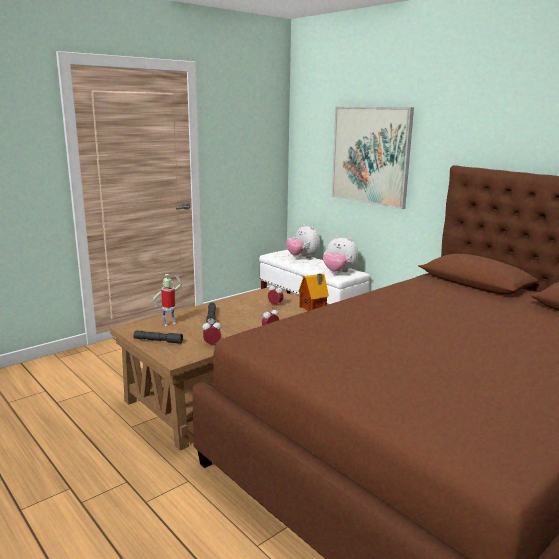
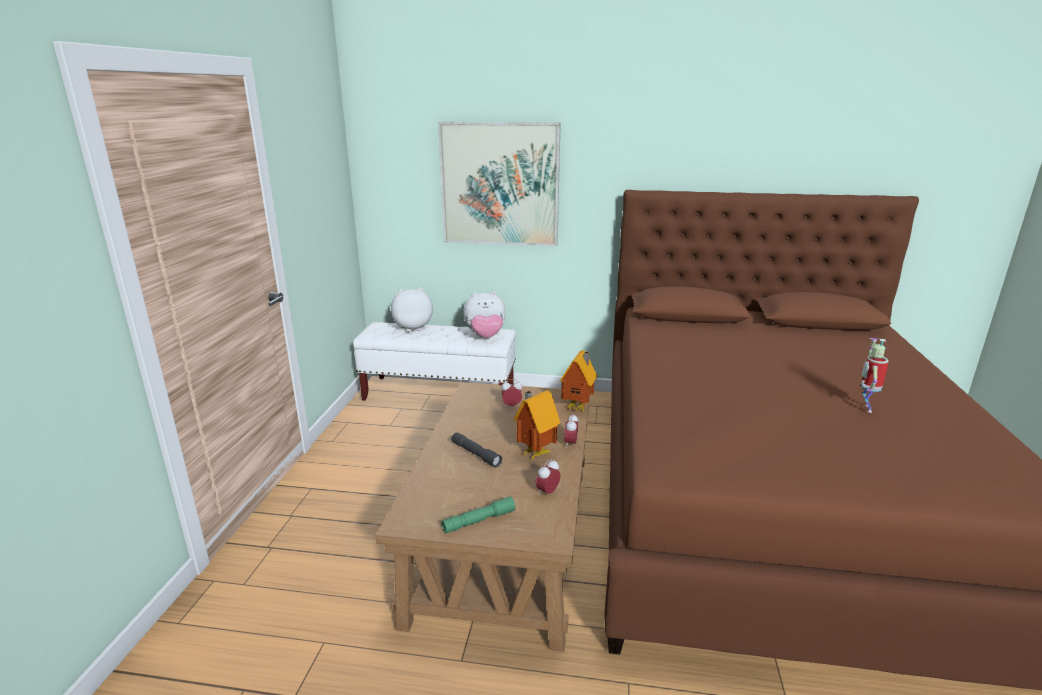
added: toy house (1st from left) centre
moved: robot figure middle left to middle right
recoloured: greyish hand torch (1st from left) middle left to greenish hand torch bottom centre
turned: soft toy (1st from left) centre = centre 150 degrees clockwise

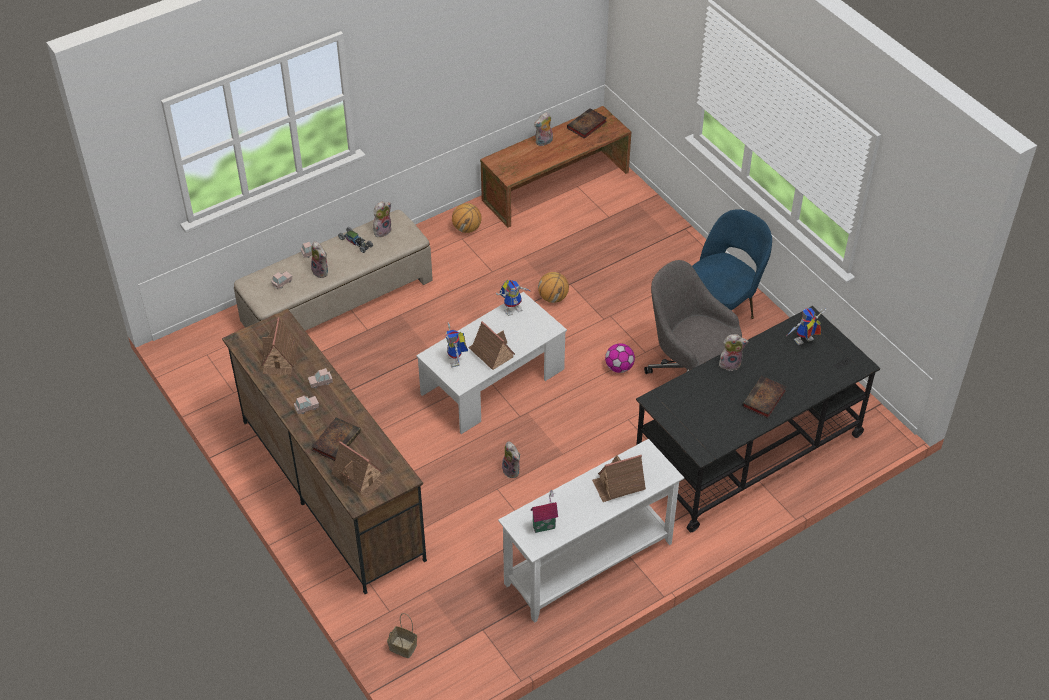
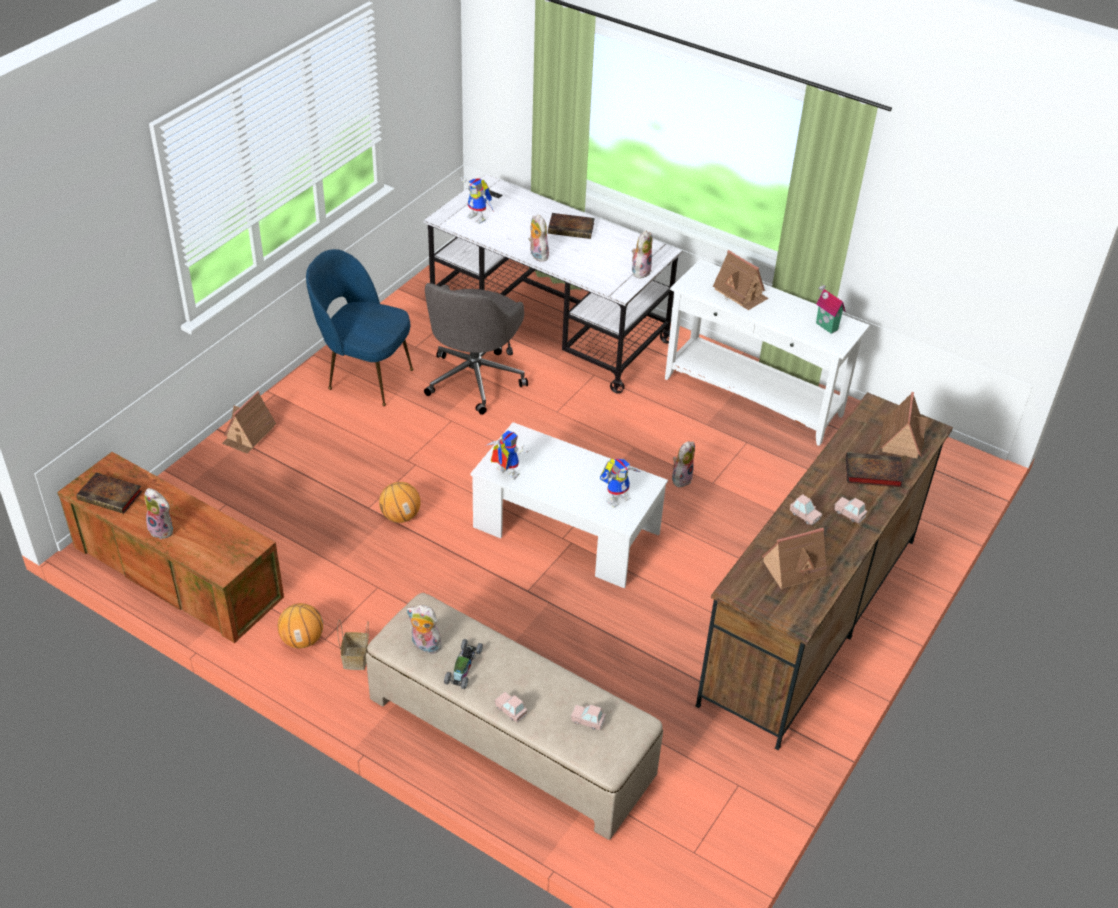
removed: football centre
moved: soft toy (1st from left in the first image) middle left to soft toy (4th from left) top centre; basket bottom centre to bottom left; toy house (3rd from left in the first image) centre to toy house (1st from left) middle left
recoloured: black desk middle right to whitish desk top centre

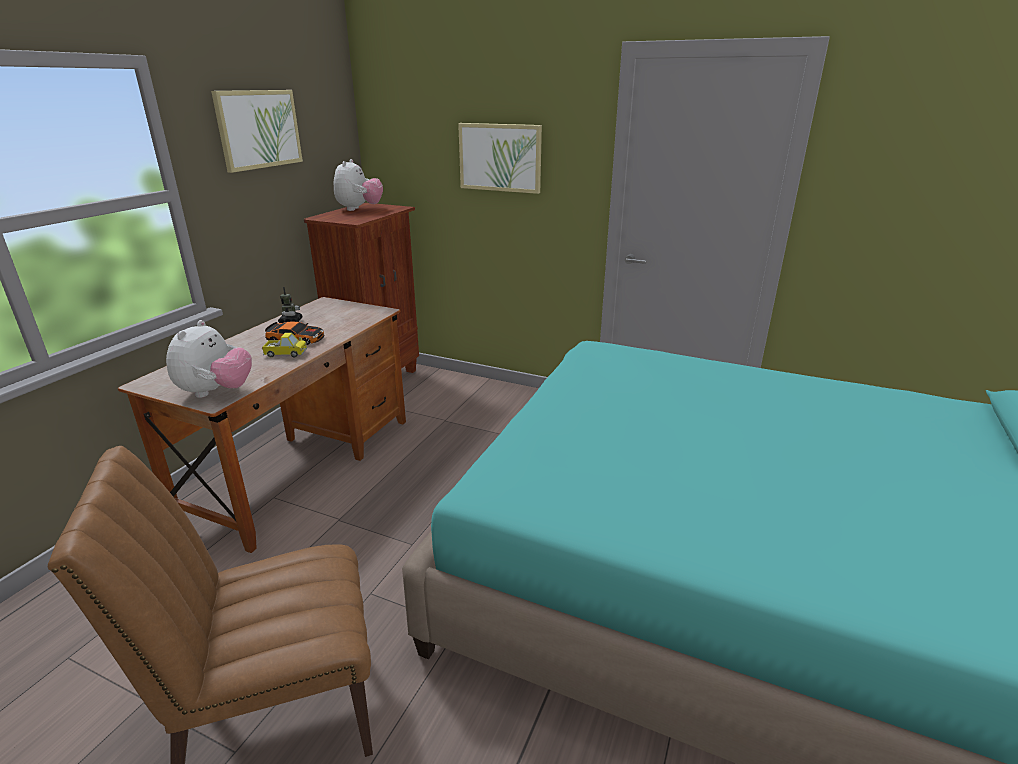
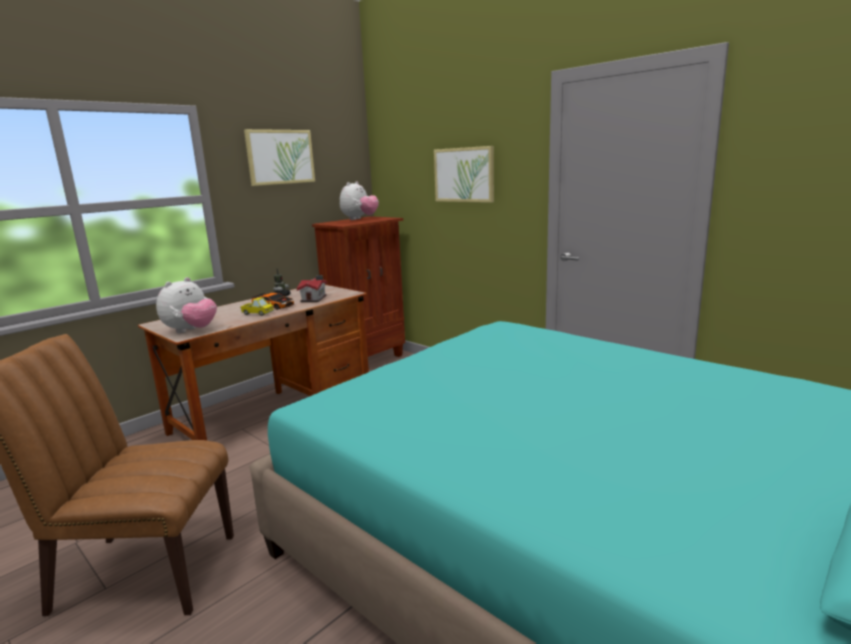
added: toy house centre

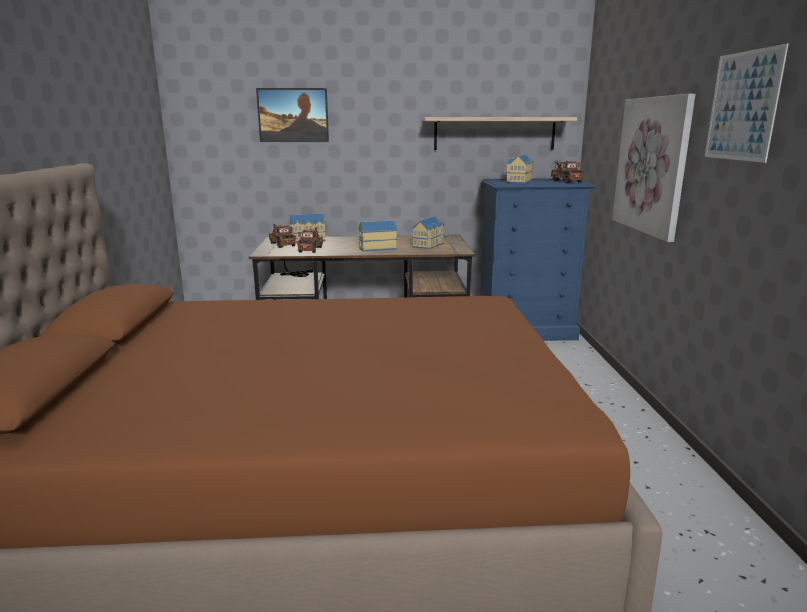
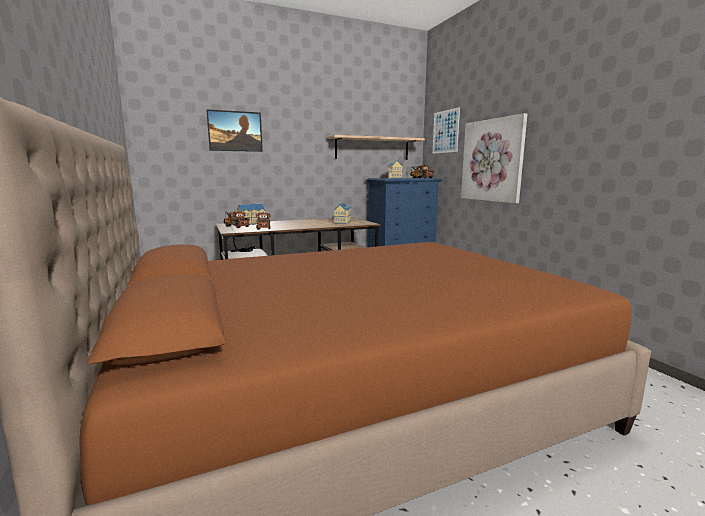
removed: toy house (2nd from left) centre
moved: wall art (3rd from left in the first image) top right to wall art (2nd from left) top centre

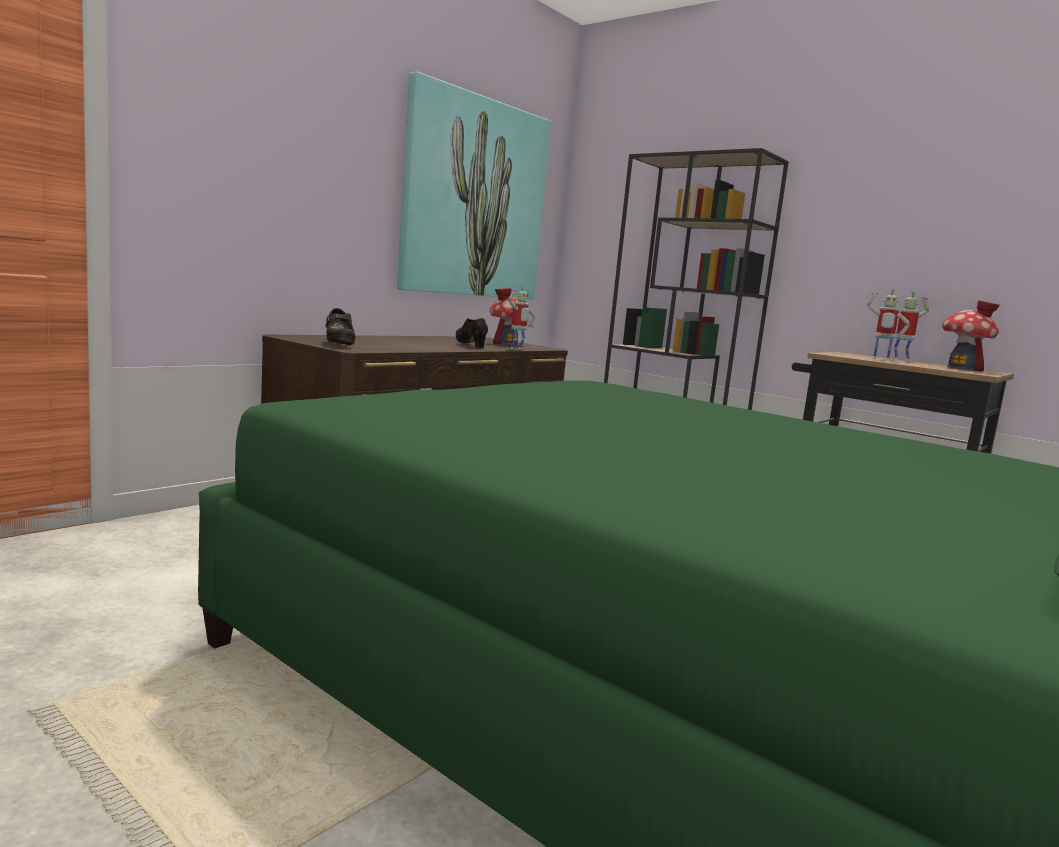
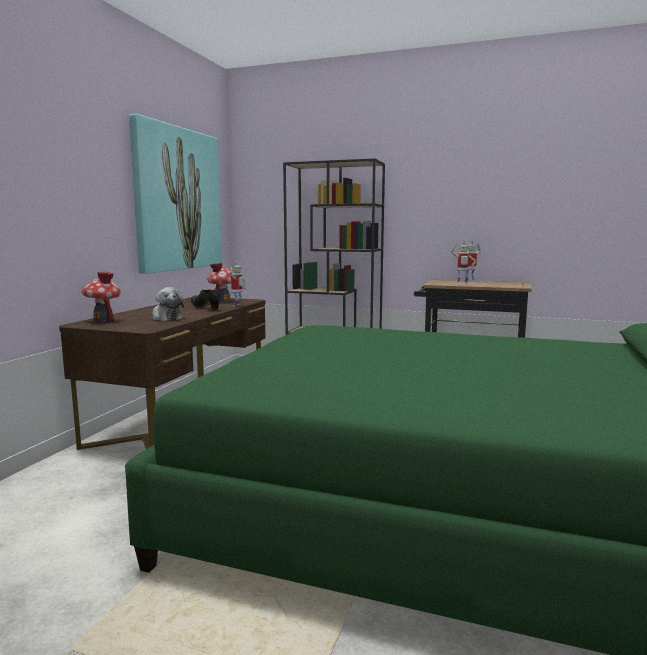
removed: black shoe (1st from left) middle left
added: soft toy middle left
moved: toy house (2nd from left in the first image) middle right to toy house (1st from left) middle left

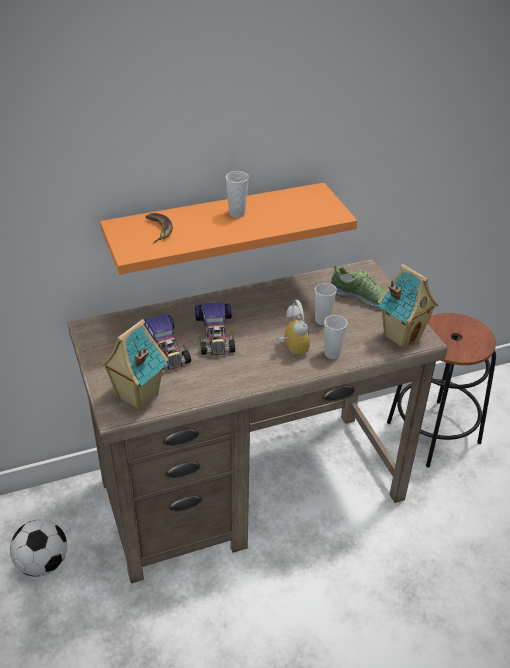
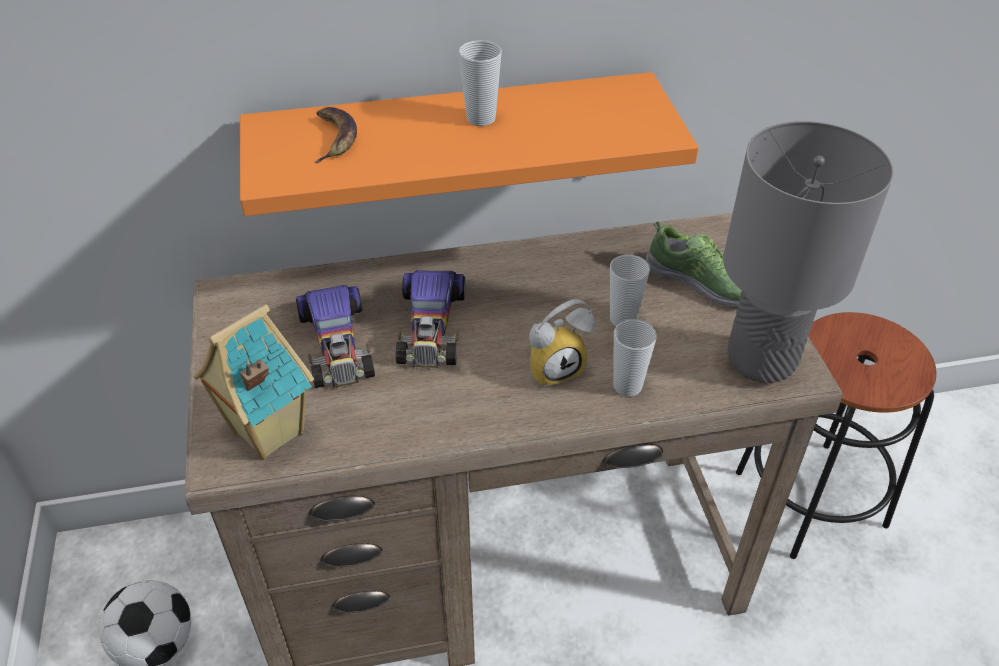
replaced: toy house (2nd from left) middle right to greyish lamp for a table middle right
turned: table clock centre = centre 75 degrees clockwise

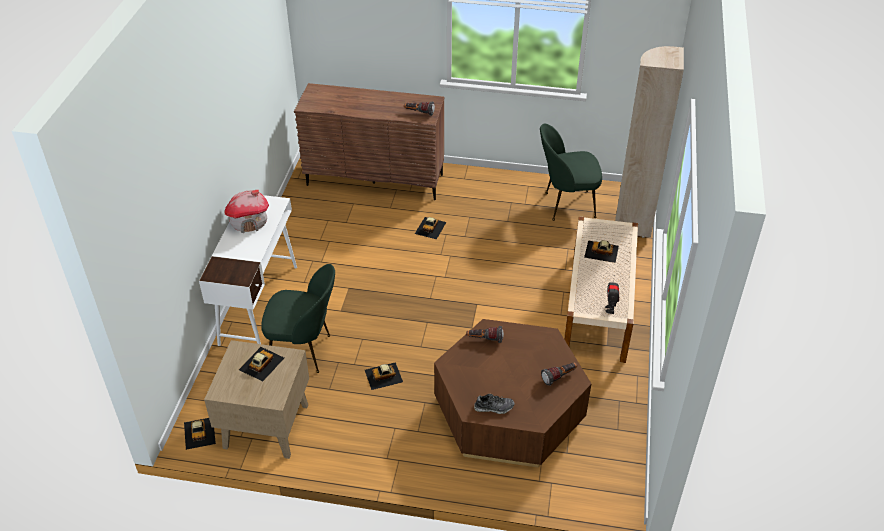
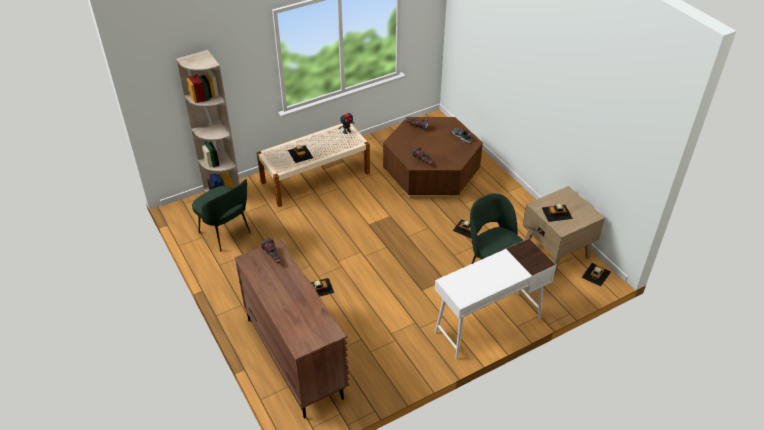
removed: toy house middle left

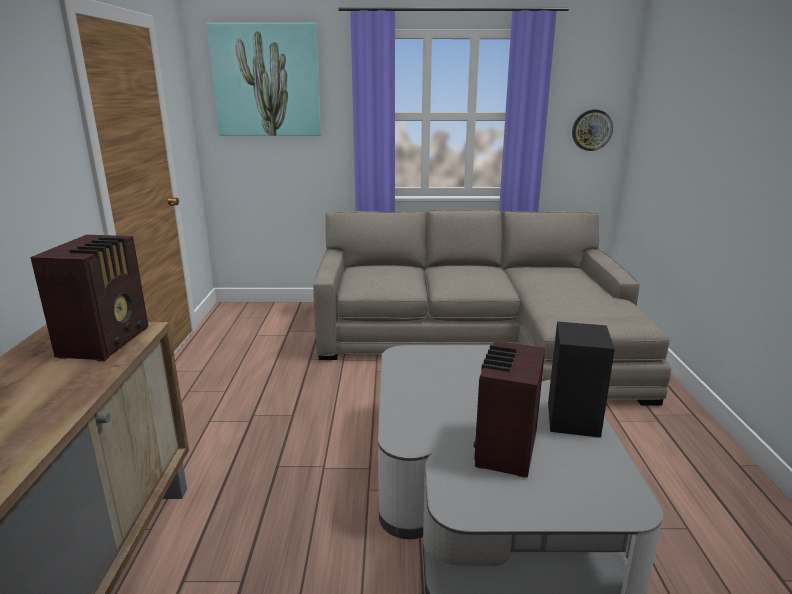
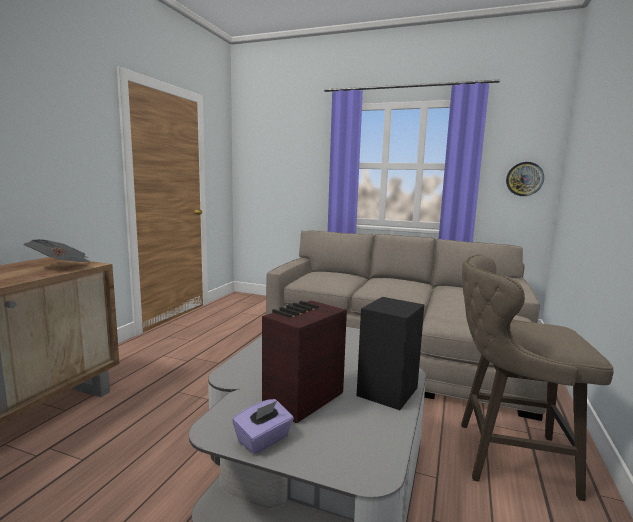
removed: wall art top centre
added: purple-coloured tissue holder bottom centre; beige sitting stool bottom right
replaced: radio set (1st from left) middle left to printed paper middle left

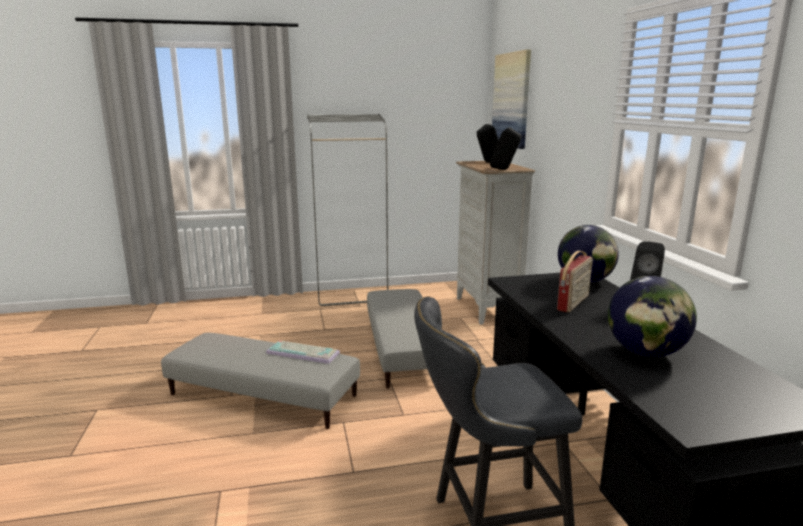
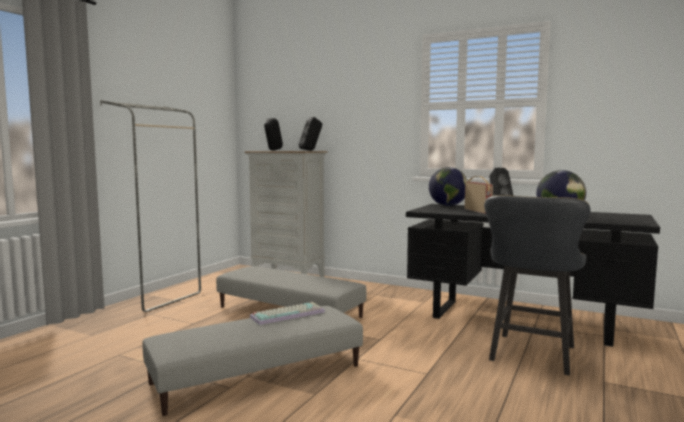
removed: wall art top centre

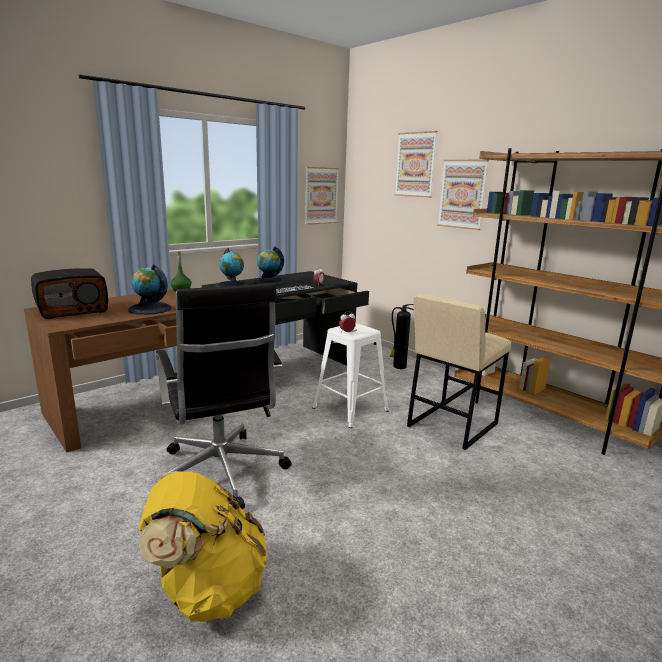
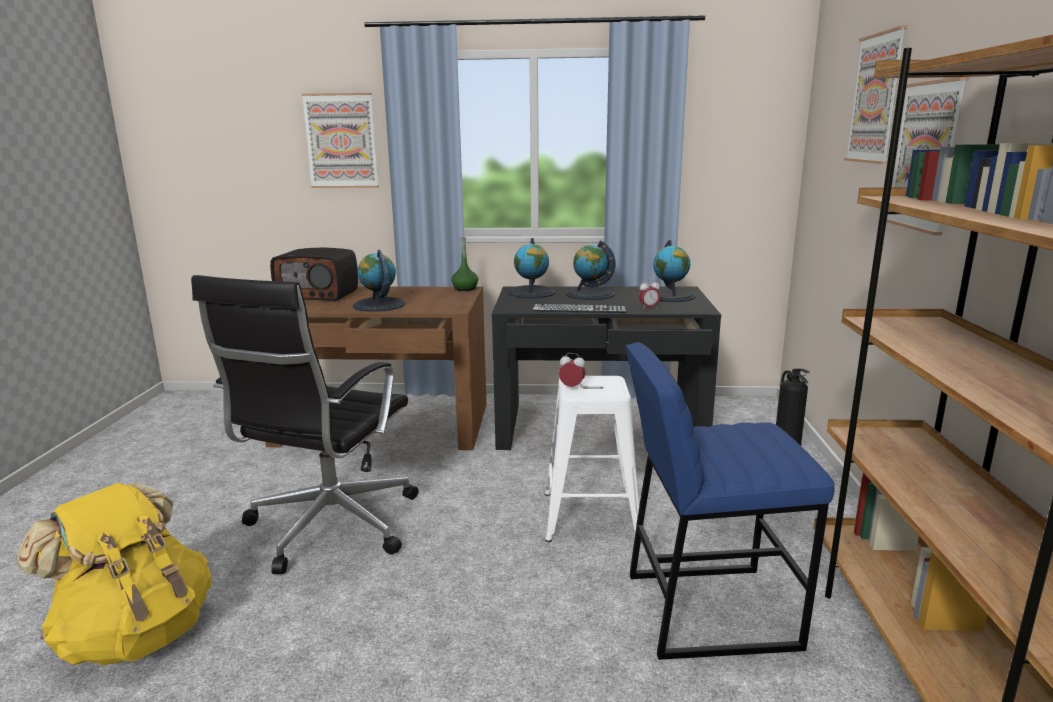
added: world globe (4th from left) centre
moved: wall art (1st from left) top centre to top left
recoloured: beige plain chair middle right to blue-coloured plain chair bottom right

